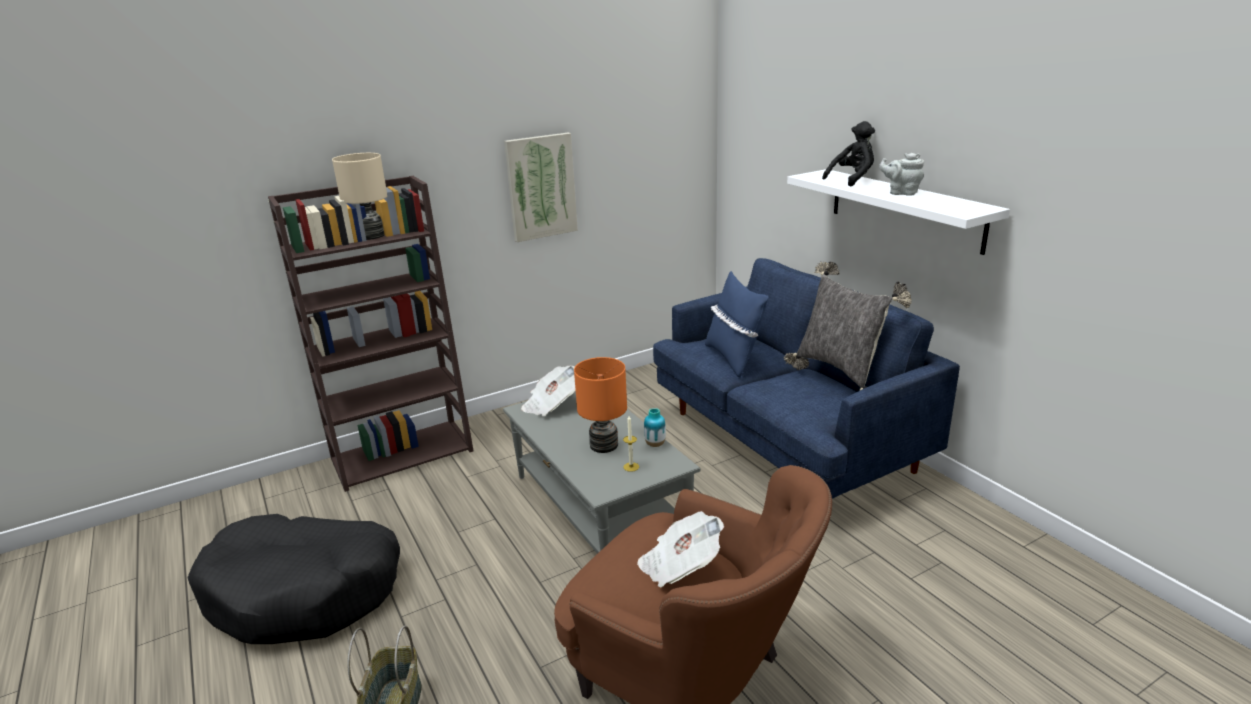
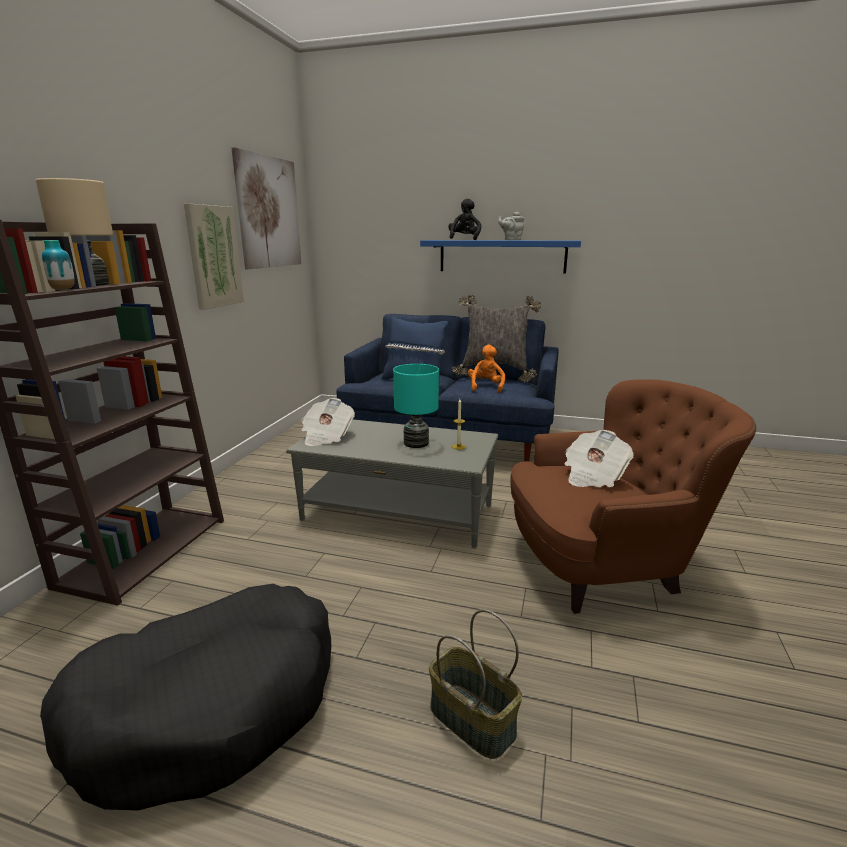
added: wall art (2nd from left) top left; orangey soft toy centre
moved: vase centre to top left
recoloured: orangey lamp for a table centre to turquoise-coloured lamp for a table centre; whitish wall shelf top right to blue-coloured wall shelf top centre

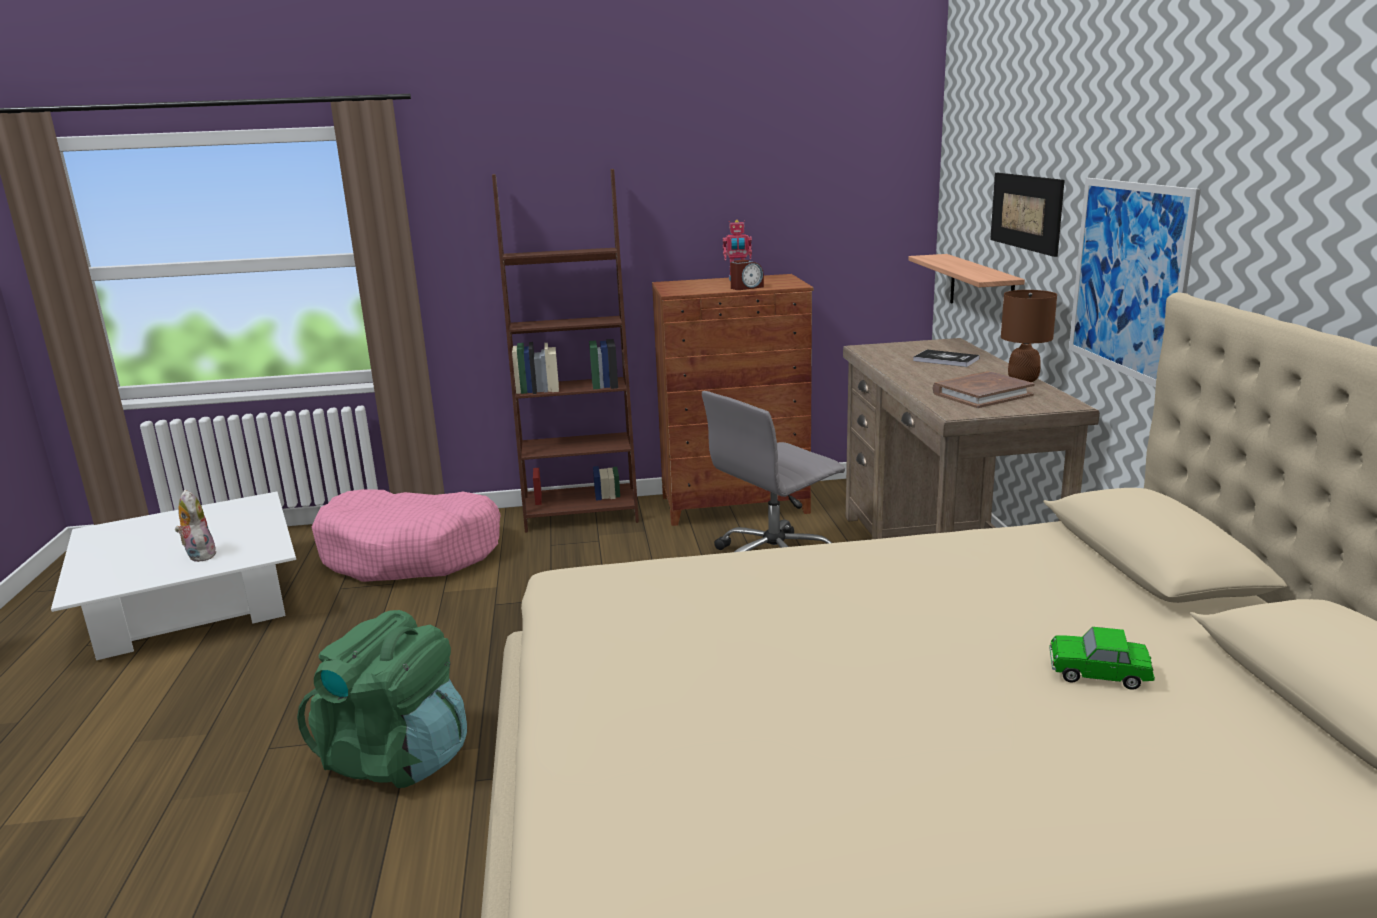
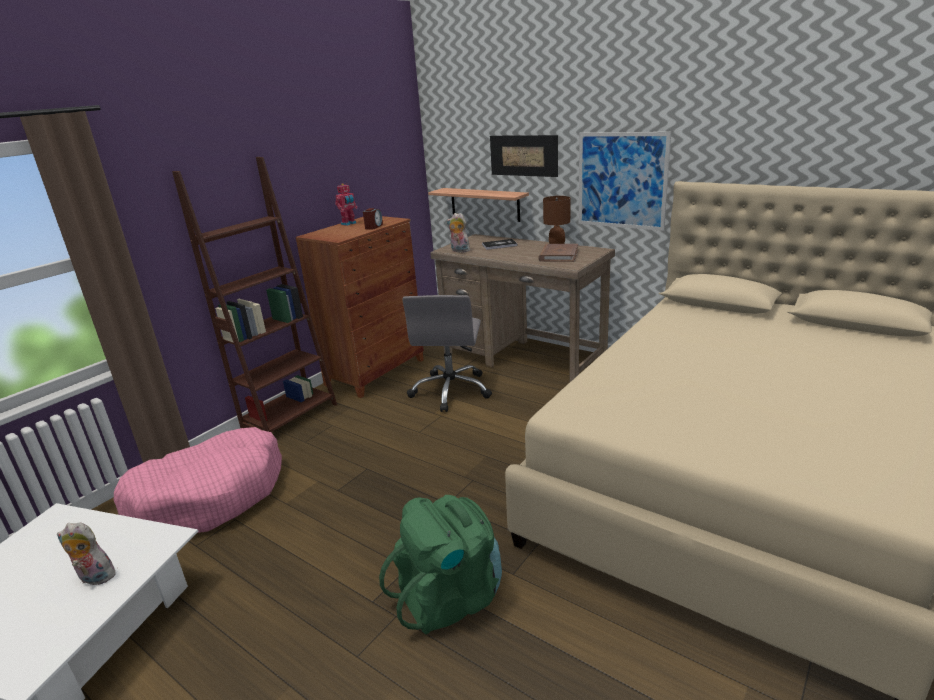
removed: toy car bottom right
added: soft toy (2nd from left) top centre

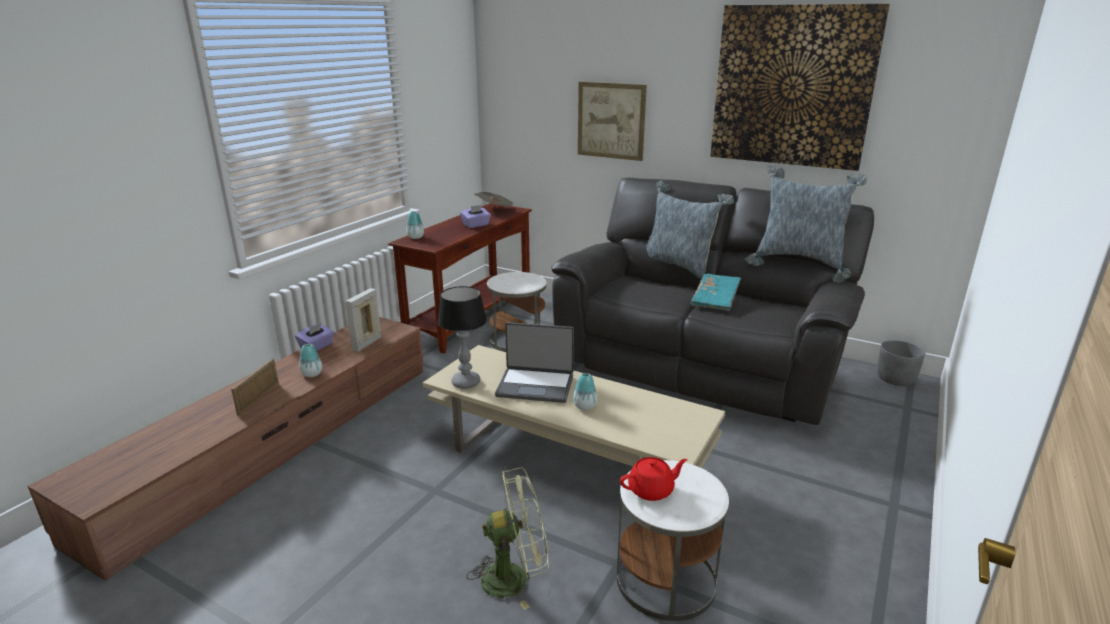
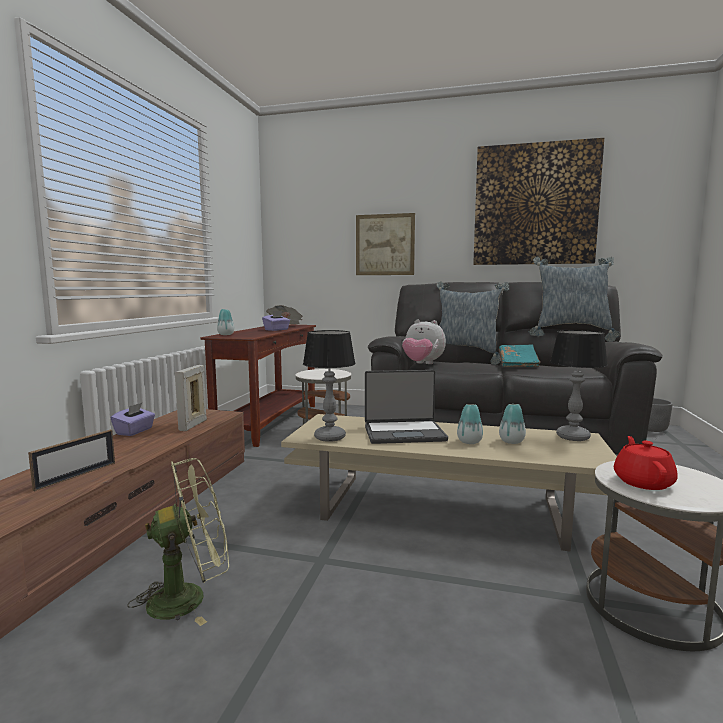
added: soft toy centre; lamp for a table (2nd from left) middle right
moved: vase (1st from left in the first image) middle left to vase (3rd from left) middle right; greenish fan bottom centre to bottom left
turned: standing frame (1st from left) middle left = middle left 150 degrees counterclockwise; red-coloured pot for tea bottom centre = middle right 45 degrees counterclockwise

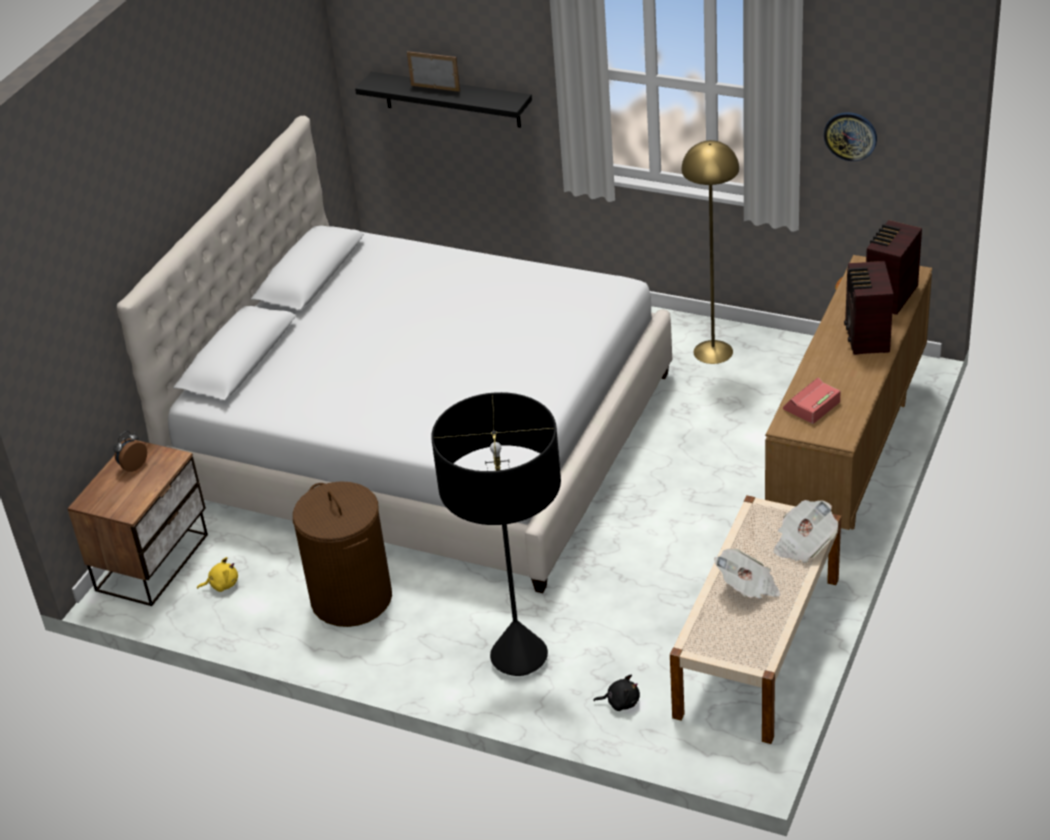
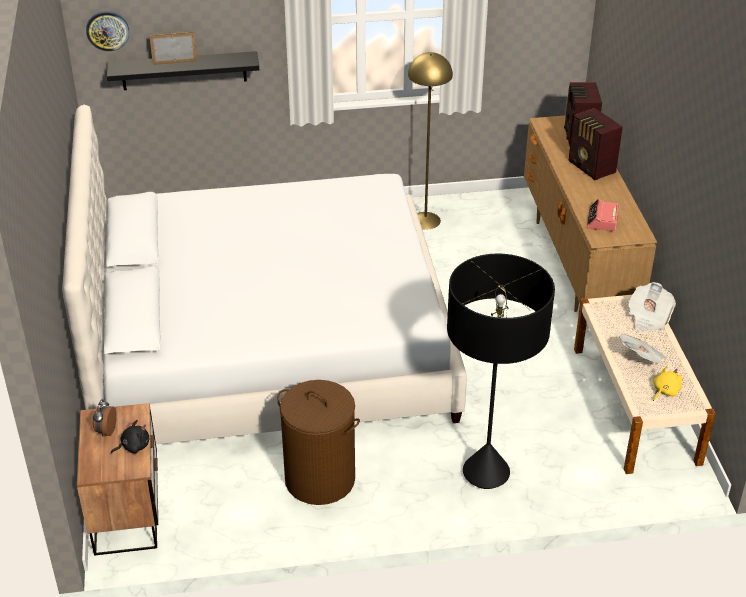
moved: yellow-coloured soft toy bottom left to middle right; black soft toy bottom centre to bottom left; hanging clock top right to top left

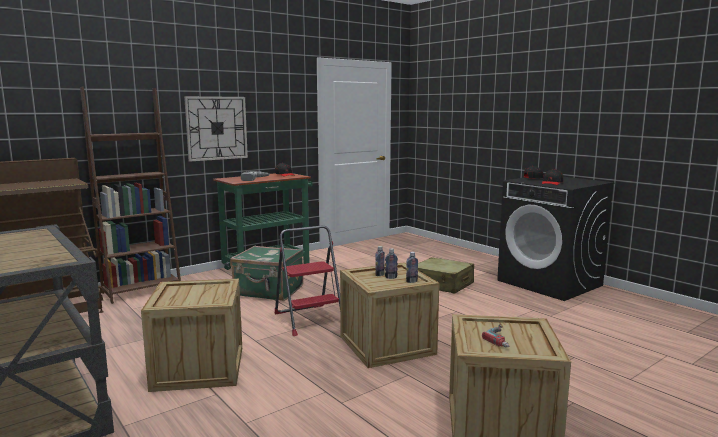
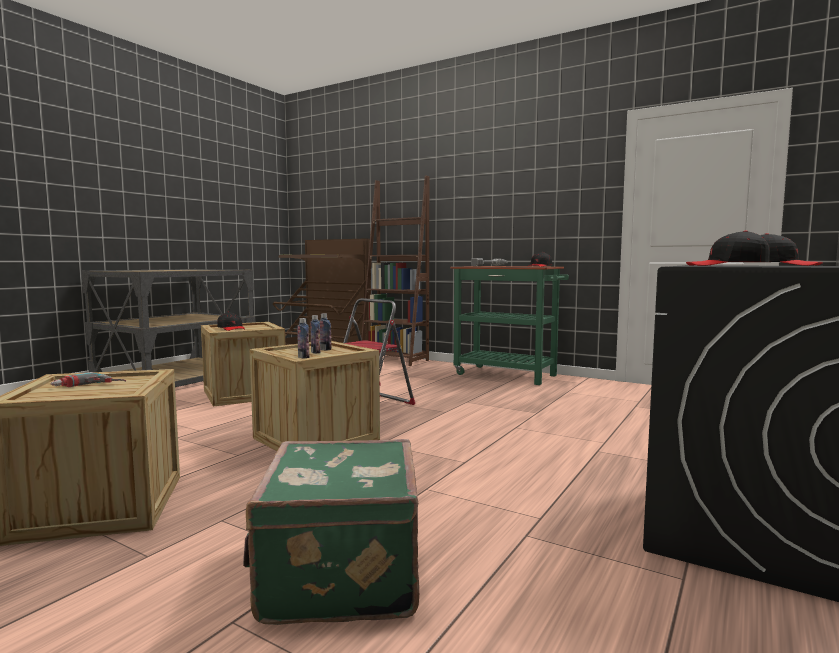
removed: hanging clock top left; beige piece of luggage centre
added: black baseball cap (1st from left) middle left
moved: greenish piece of luggage centre to bottom centre

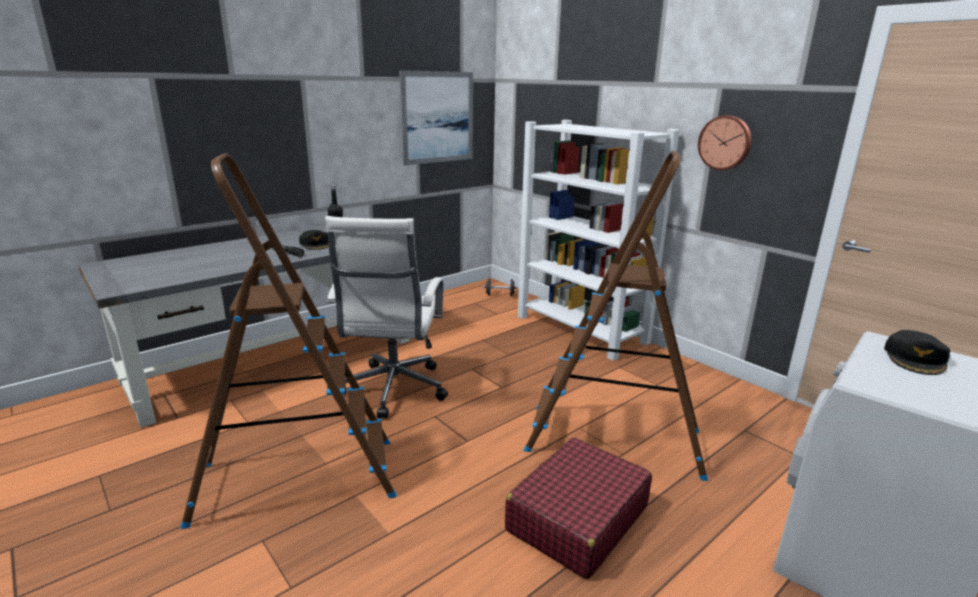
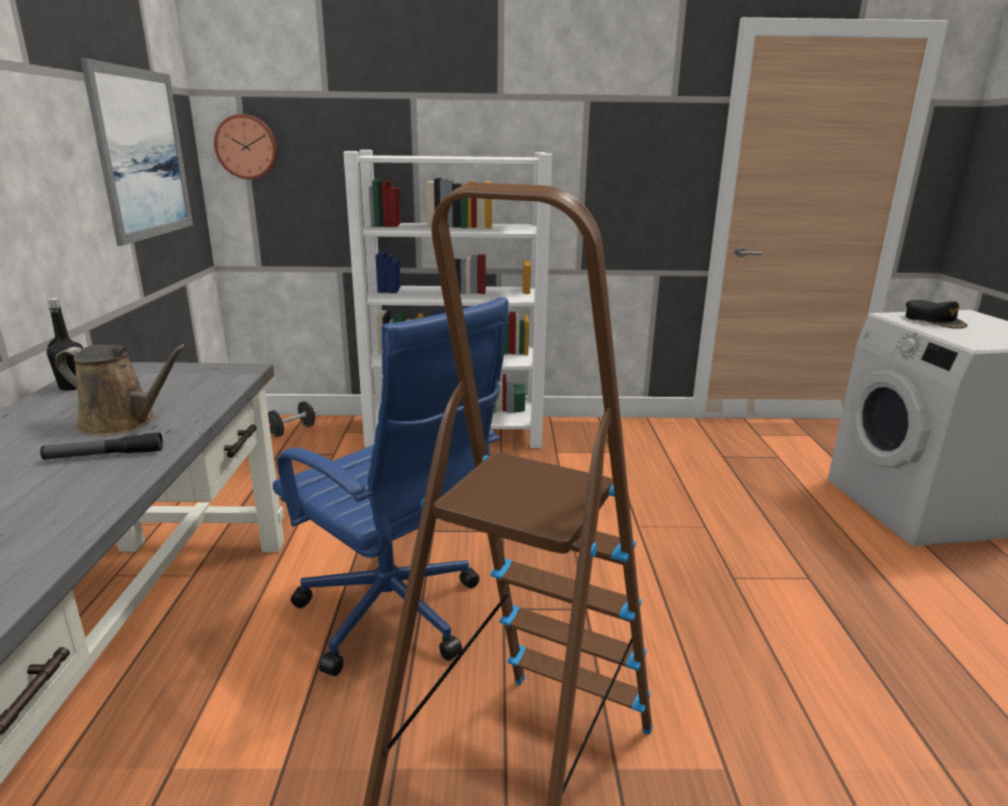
removed: red-coloured piece of luggage bottom centre; brown-coloured step ladder (2nd from left) centre
moved: hanging clock top right to top left
replaced: black baseball cap (1st from left) middle left to brown-coloured watering pot middle left
recoloured: whitish office chair centre to blue-coloured office chair centre

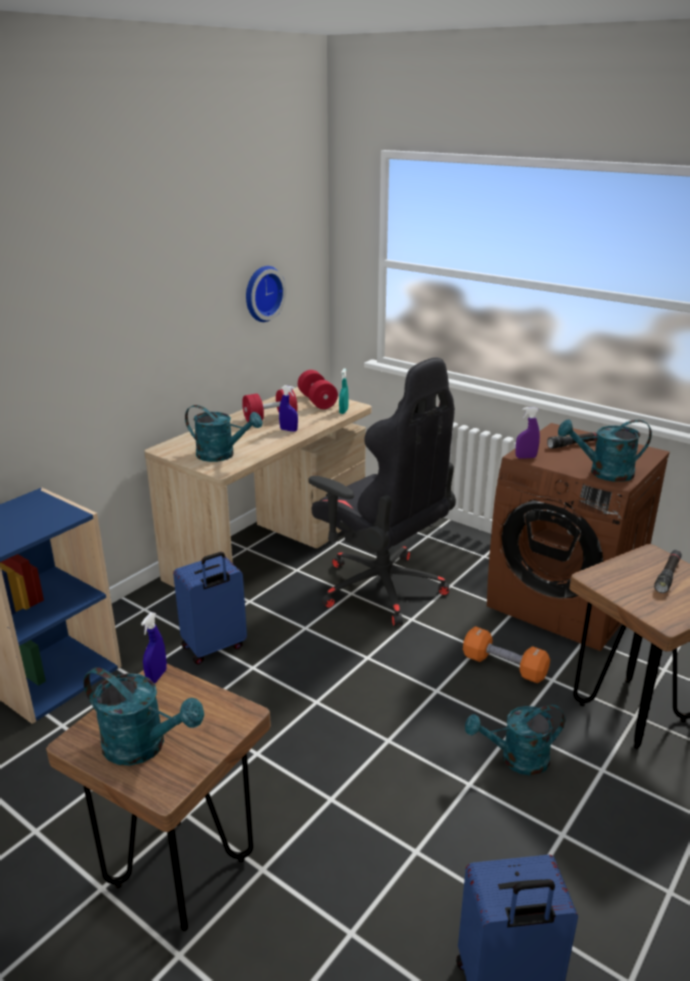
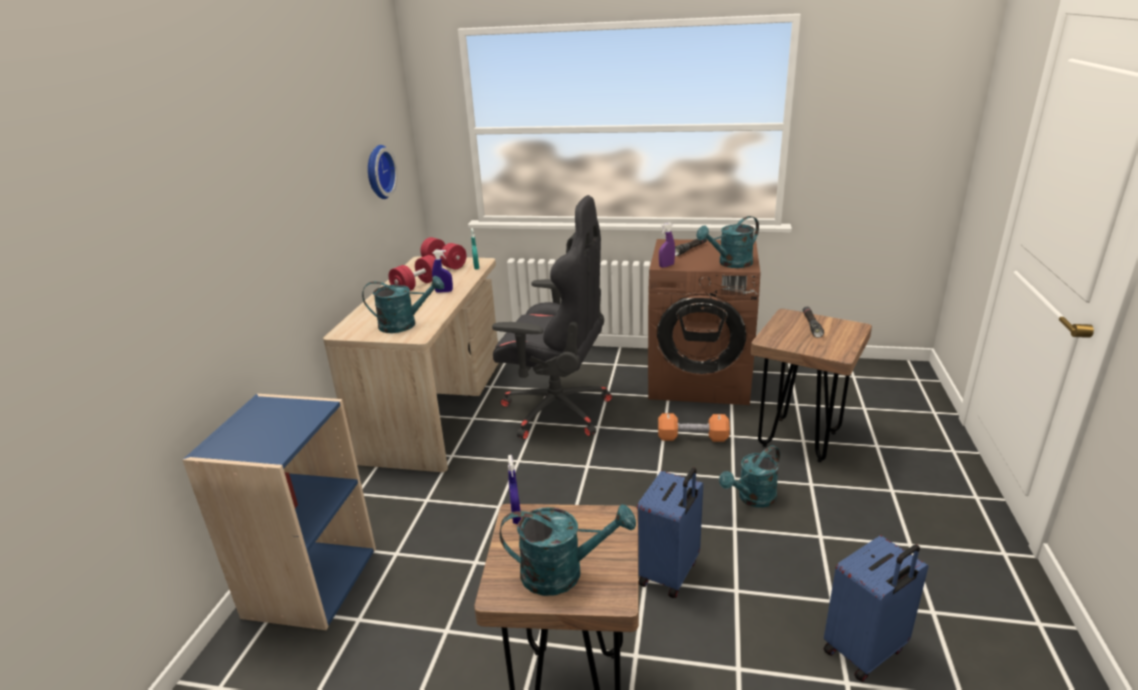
moved: blue-coloured piece of luggage (1st from left) middle left to bottom centre

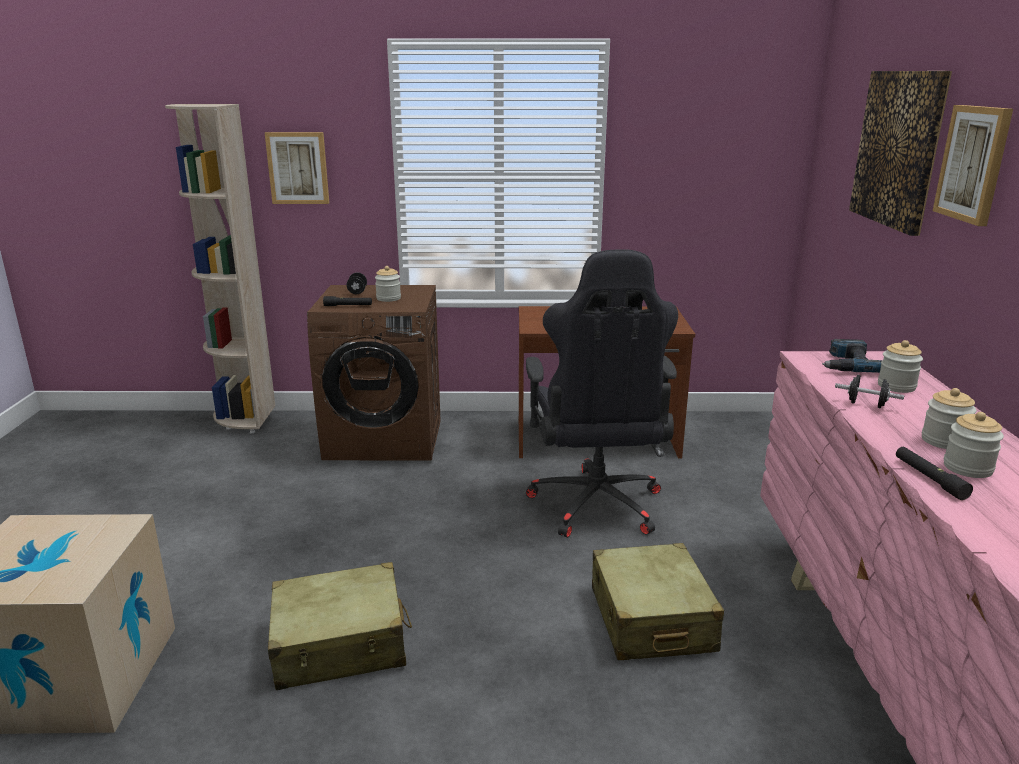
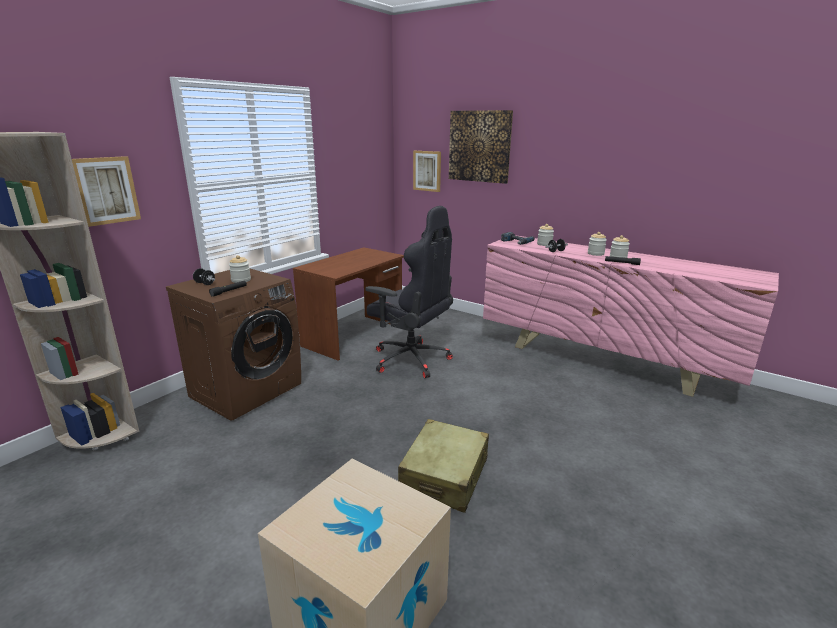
removed: beige piece of luggage (2nd from left) bottom centre
moved: wall art (3rd from left in the first image) top right to wall art (2nd from left) top centre

